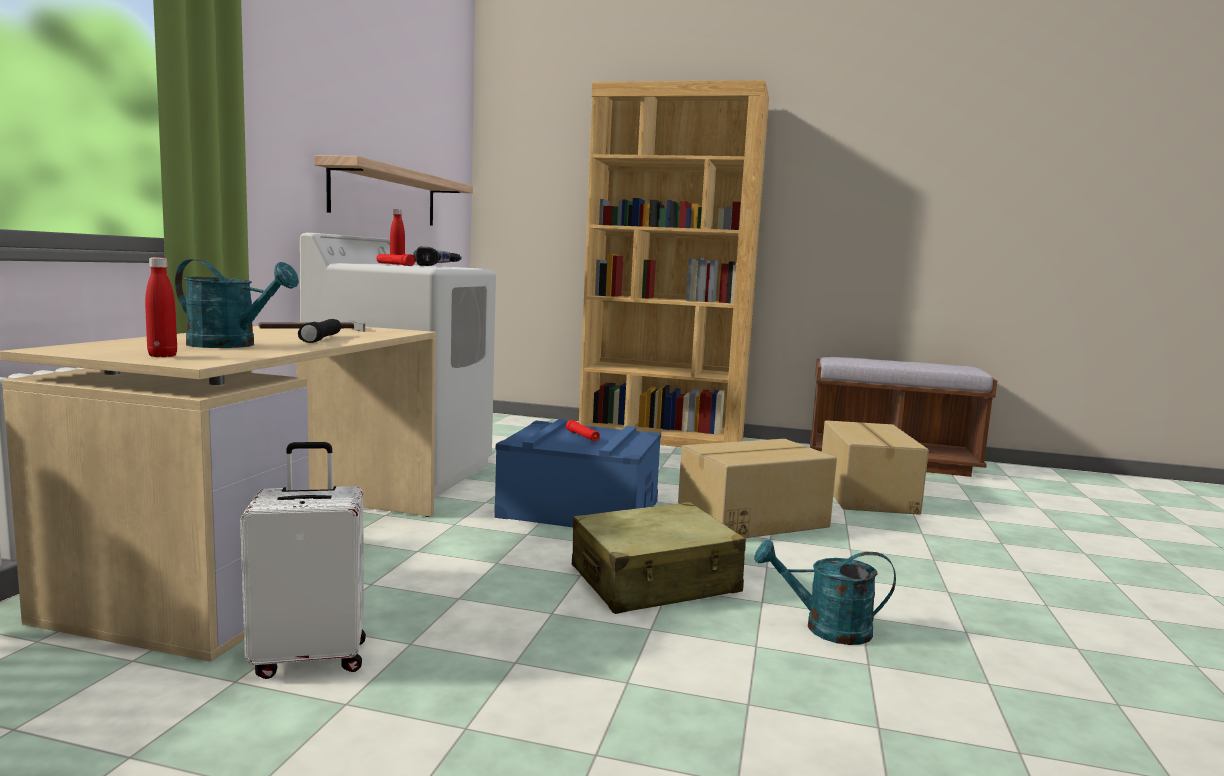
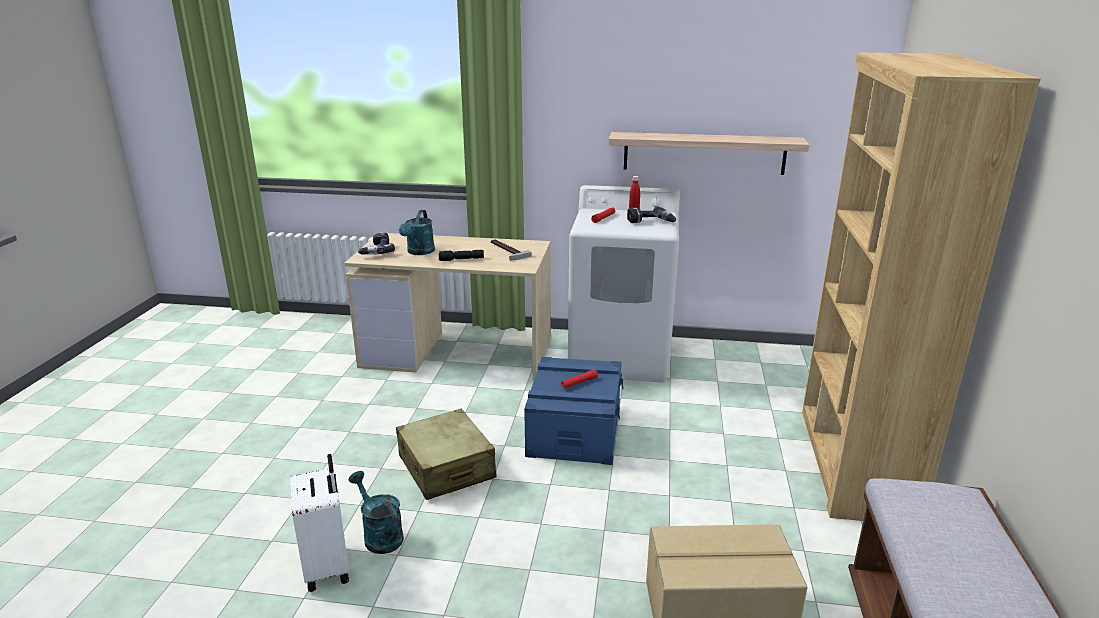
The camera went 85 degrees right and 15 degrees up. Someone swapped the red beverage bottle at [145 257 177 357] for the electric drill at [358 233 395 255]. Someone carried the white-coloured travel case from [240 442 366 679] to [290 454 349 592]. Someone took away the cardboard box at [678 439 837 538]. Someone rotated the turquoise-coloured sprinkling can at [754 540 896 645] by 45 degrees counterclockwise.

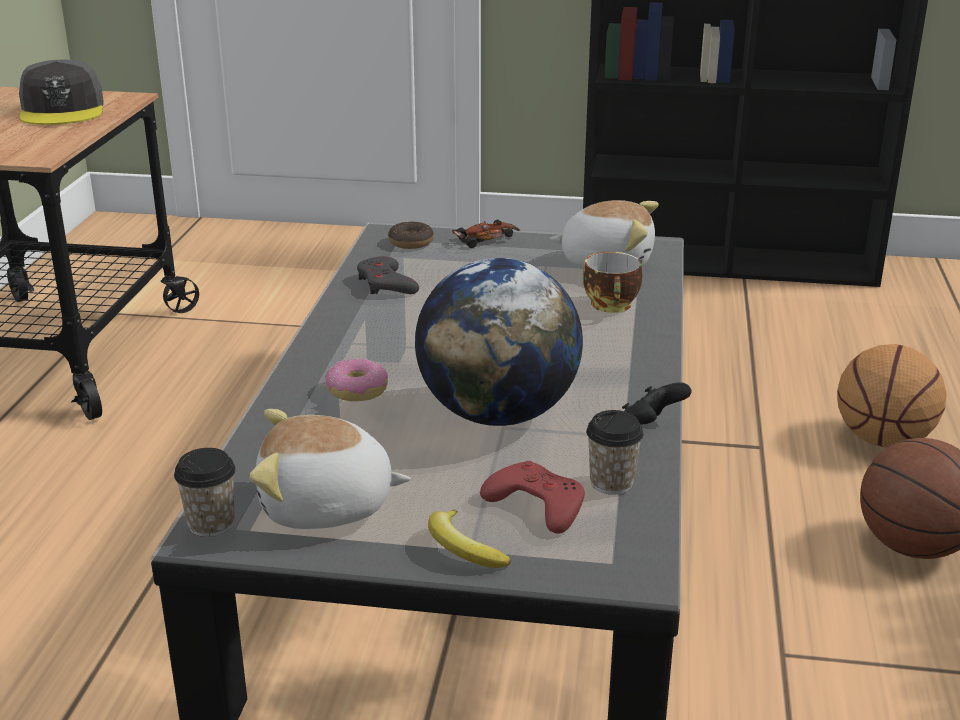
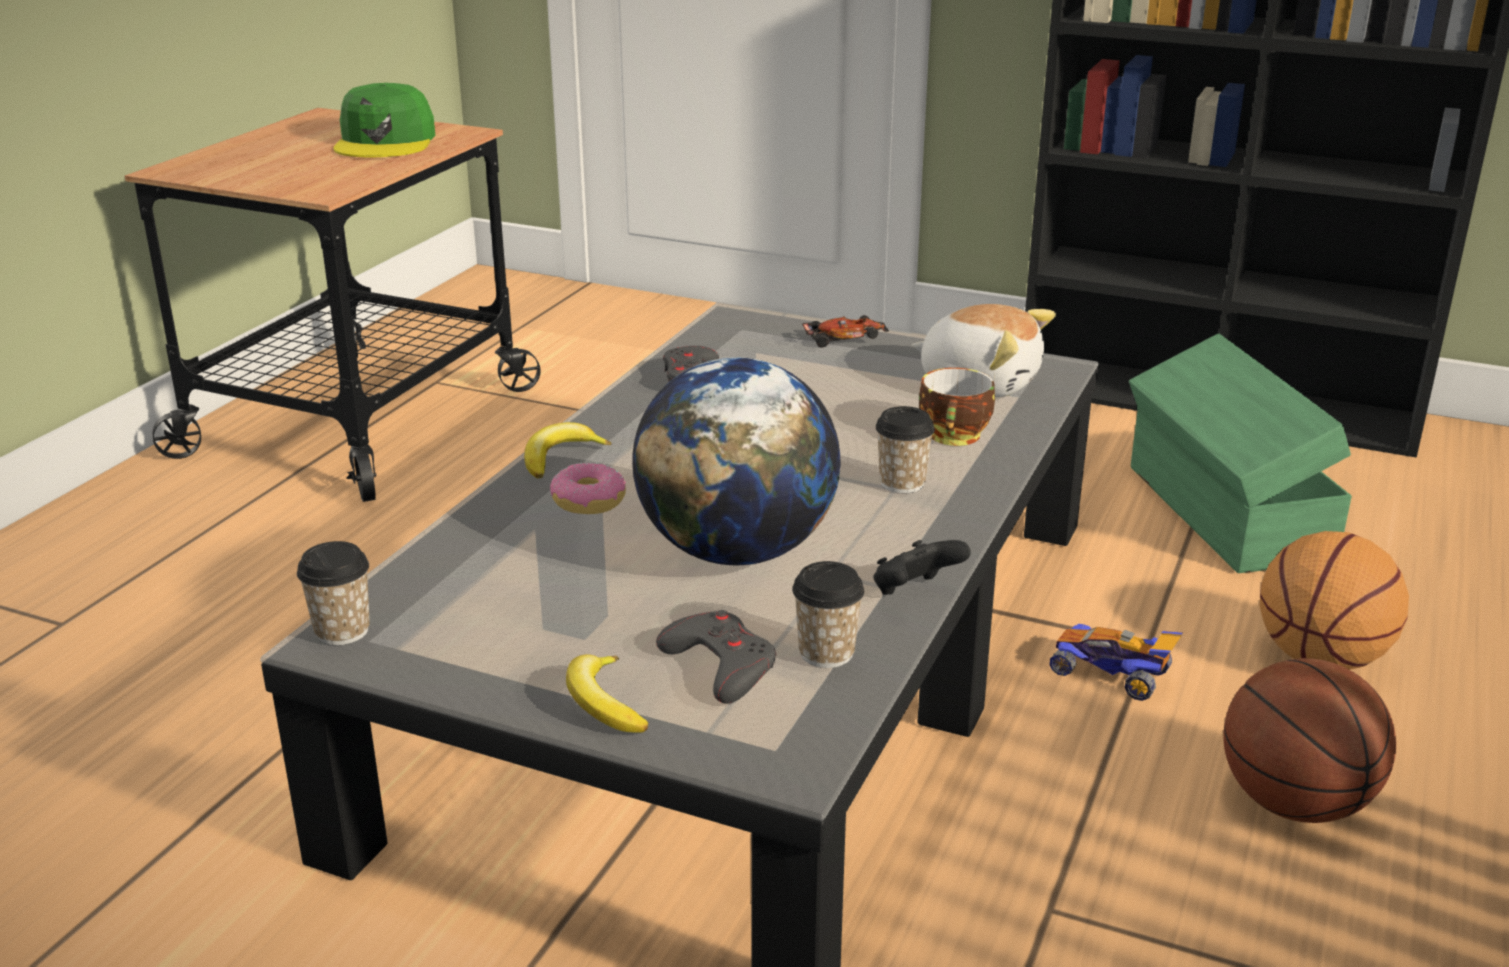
The camera went 15 degrees right and 0 degrees up. Someone repainted the greyish baseball cap at [19 60 104 125], which became the green-coloured baseball cap at [333 83 435 157]. Someone took away the plush toy at [250 409 411 529]. Someone took away the doughnut at [388 222 434 249]. Someone repainted the red gamepad at [480 461 585 534], which became the greyish gamepad at [656 610 776 704]. Someone put down the banana fruit at [524 422 612 478]. Someone put down the small cup at [875 406 935 493]. Someone put down the model car at [1050 624 1182 701]. Someone put down the green-coloured storage bin at [1129 334 1352 573].

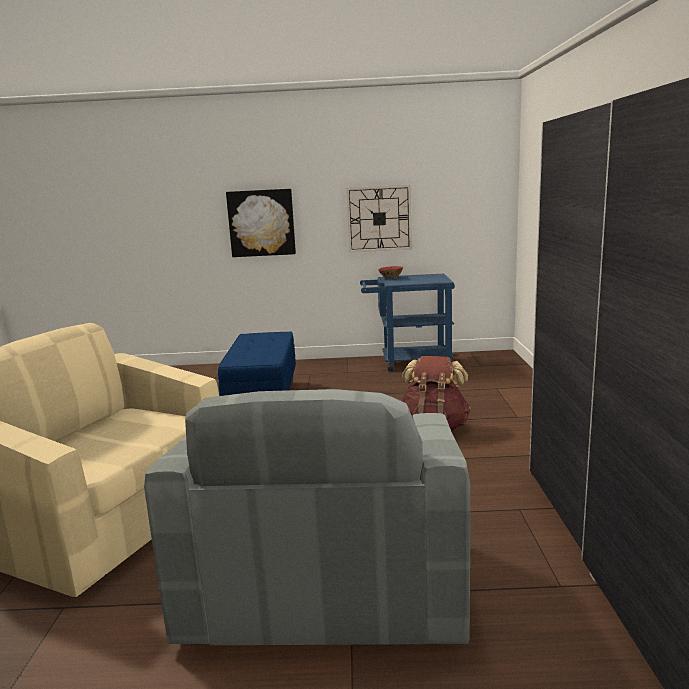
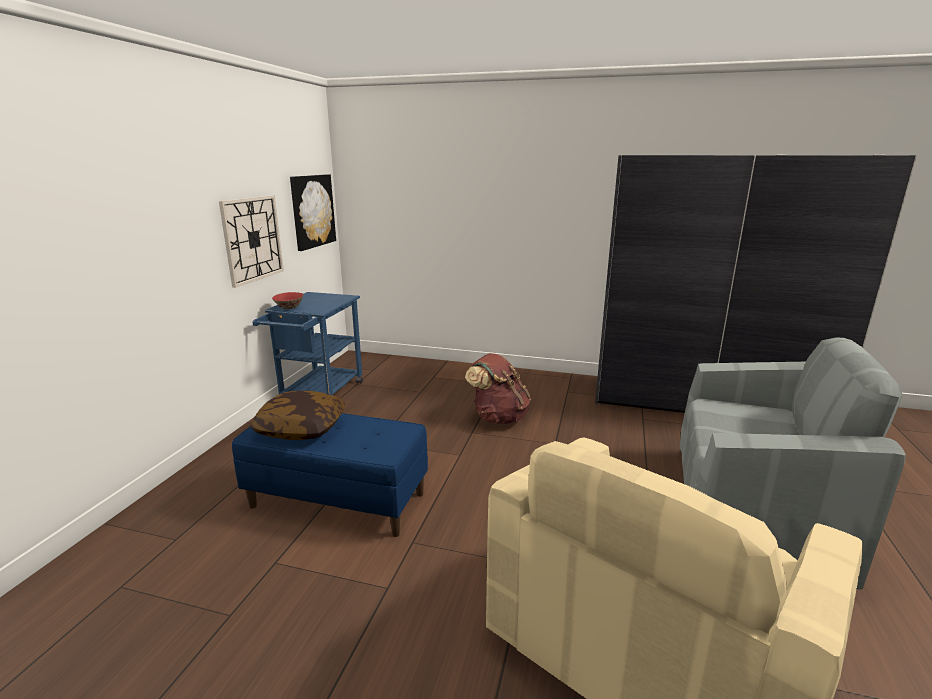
The camera went 75 degrees left and 5 degrees up. Someone carried the picture from [226 189 296 257] to [290 174 336 251]. Someone put down the cushion at [250 391 345 440].

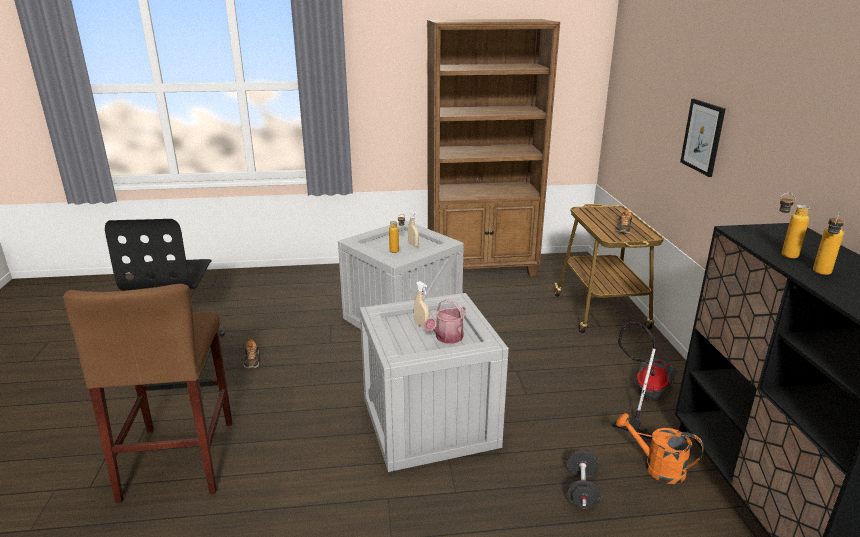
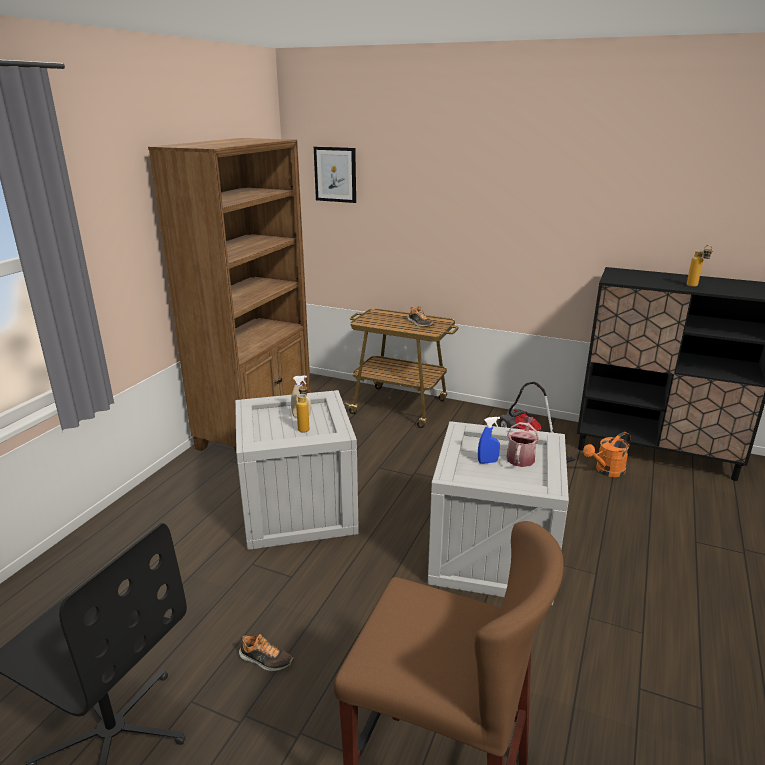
The camera went 60 degrees left and 0 degrees up. Someone repainted the beige hand sprayer at [414 281 429 328], which became the bluish hand sprayer at [478 417 500 464]. Someone rotated the sprinkling can at [424 299 466 343] by 135 degrees counterclockwise. Someone took away the black-coloured free weight at [567 451 601 509]. Someone carried the picture from [680 99 725 177] to [314 147 356 203]. Someone took away the beverage bottle at [779 193 810 258].

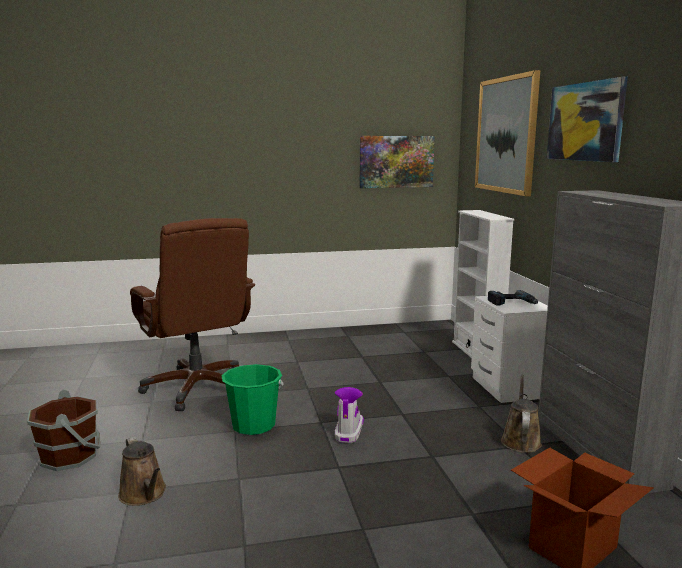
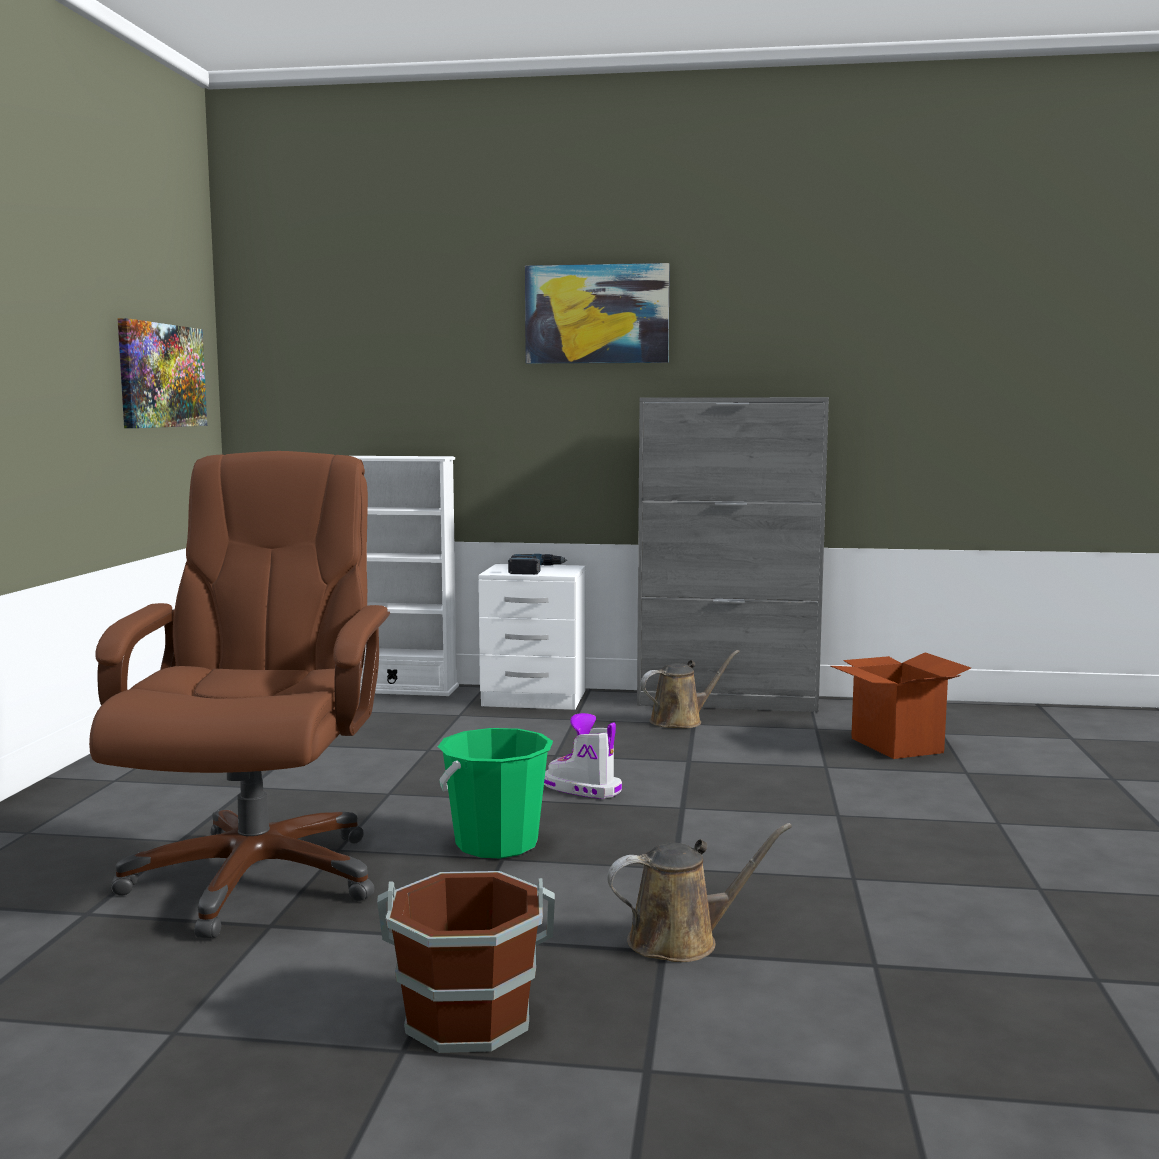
The camera went 70 degrees left and 5 degrees down. Someone rotated the brownish computer chair at [130 218 255 411] by 75 degrees counterclockwise. Someone took away the picture at [475 70 540 196]. Someone rotated the brownish sprinkling can at [501 375 542 453] by 120 degrees clockwise.

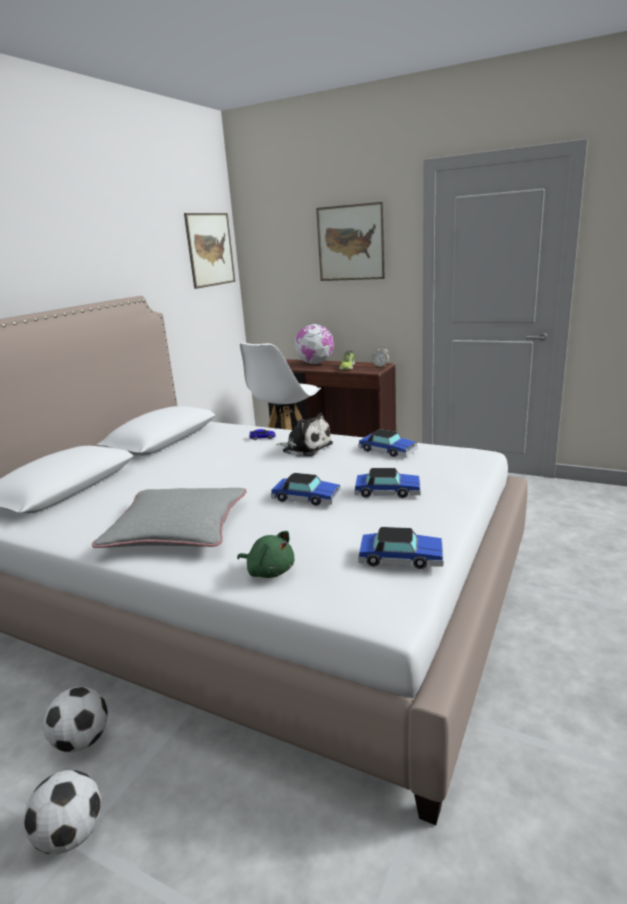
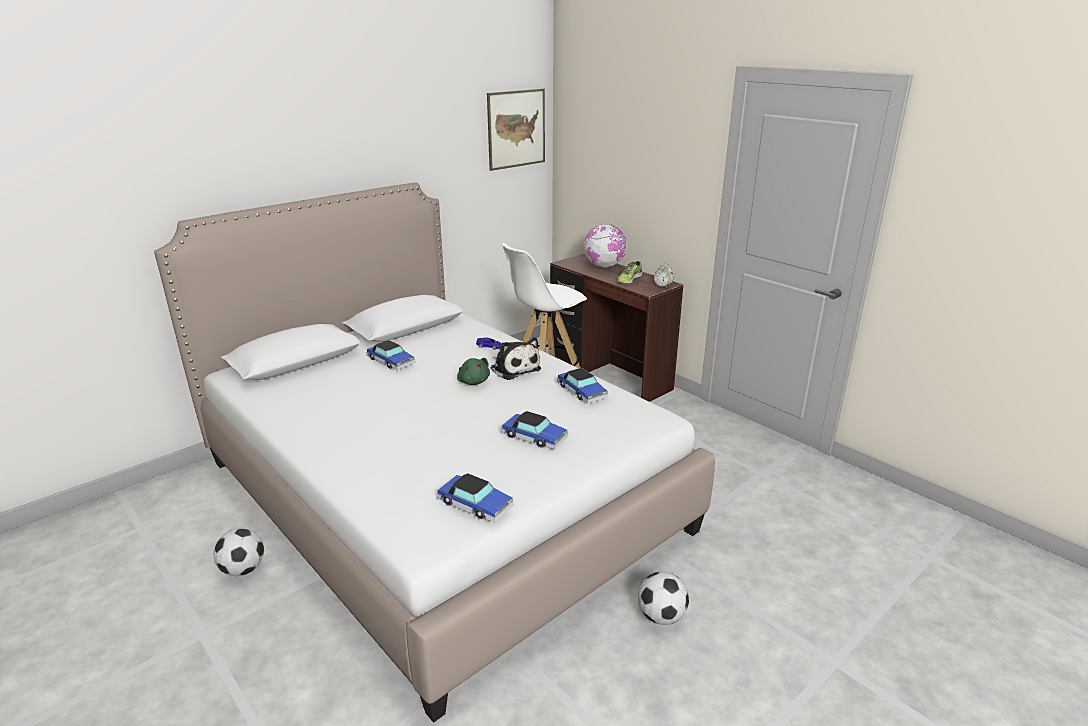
The camera went 20 degrees right and 5 degrees up. Someone carried the football ball from [24 770 101 854] to [638 572 689 625]. Someone took away the greyish cushion at [92 488 247 548]. Someone carried the green-coloured plush toy from [237 531 294 578] to [457 358 490 385]. Someone carried the model car from [271 473 341 506] to [366 340 415 370]. Someone took away the picture at [316 202 385 281].

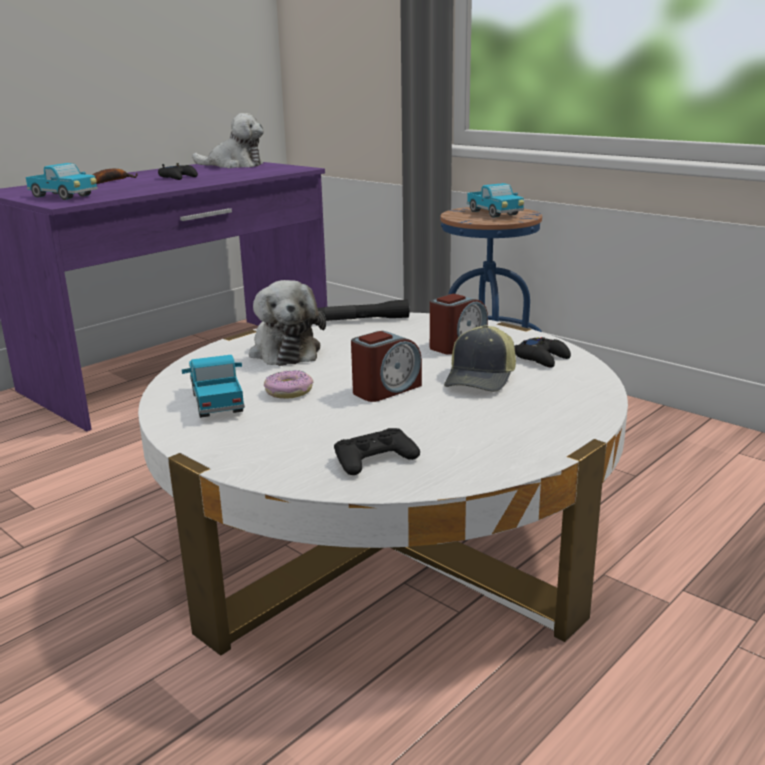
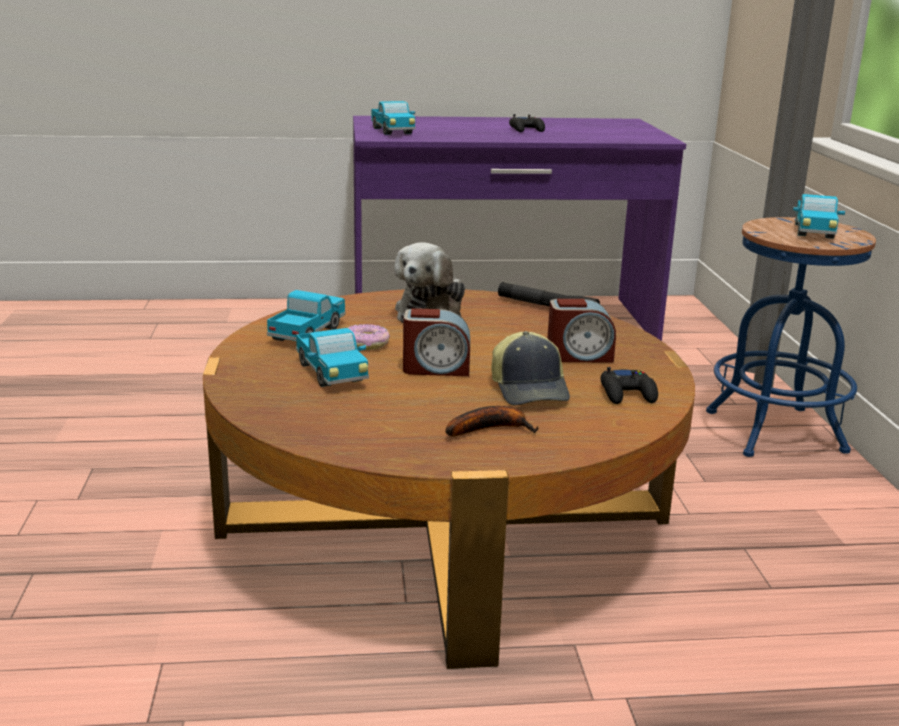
The camera went 40 degrees right and 0 degrees up. Someone carried the banana fruit from [92 169 138 184] to [445 406 539 437]. Someone repainted the white-coloured coffee table at [138 313 628 656], which became the brownish coffee table at [203 289 695 669]. Someone took away the plush toy at [192 113 263 168]. Someone took away the black-coloured gamepad at [334 428 420 475]. Someone rotated the baseball cap at [444 325 516 392] by 75 degrees counterclockwise. Someone put down the toy truck at [296 328 369 387].

